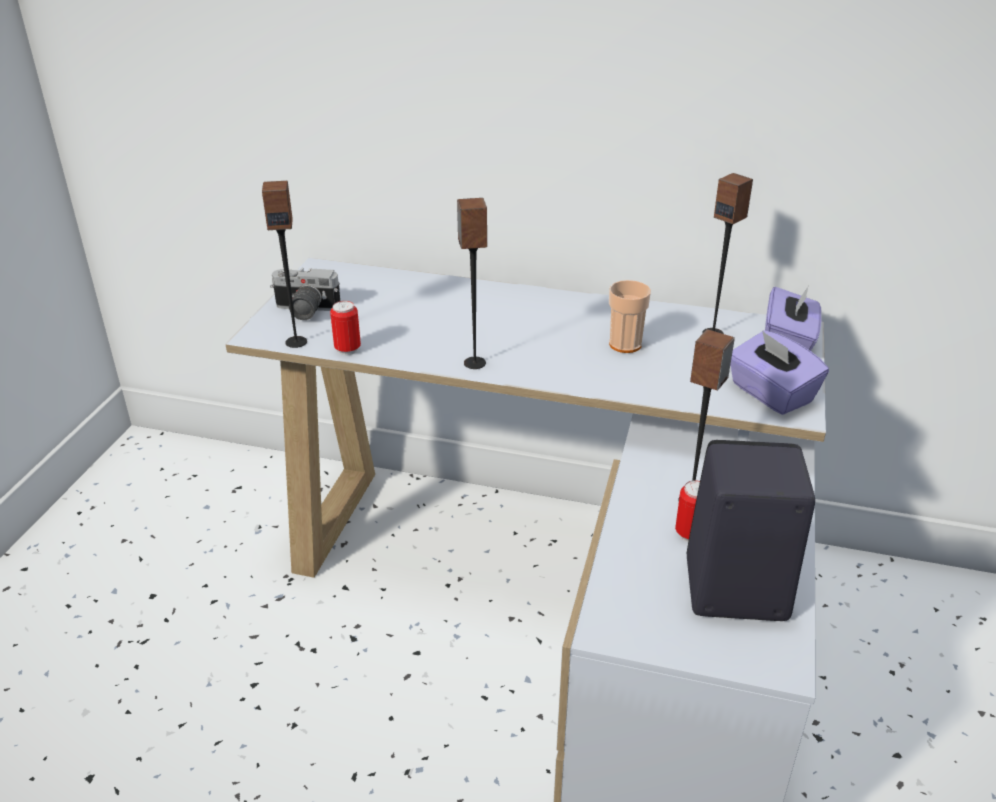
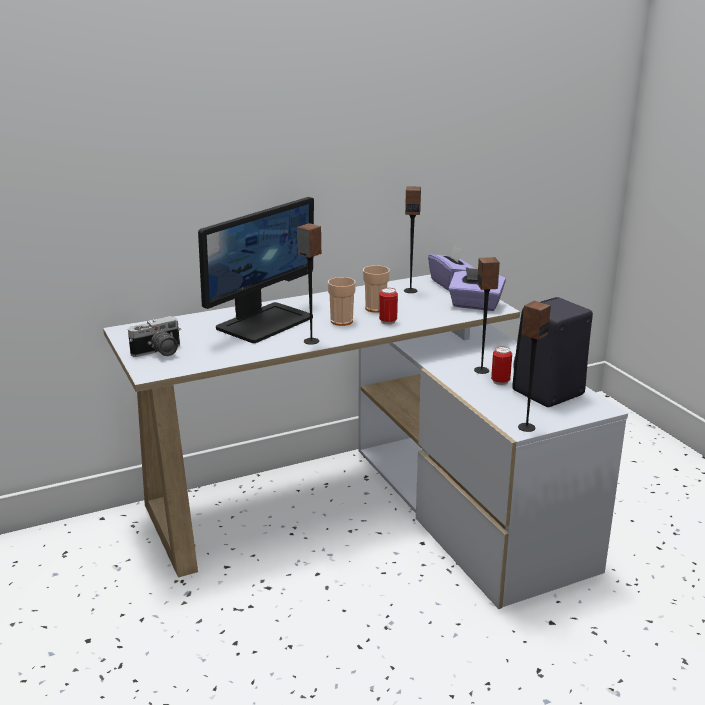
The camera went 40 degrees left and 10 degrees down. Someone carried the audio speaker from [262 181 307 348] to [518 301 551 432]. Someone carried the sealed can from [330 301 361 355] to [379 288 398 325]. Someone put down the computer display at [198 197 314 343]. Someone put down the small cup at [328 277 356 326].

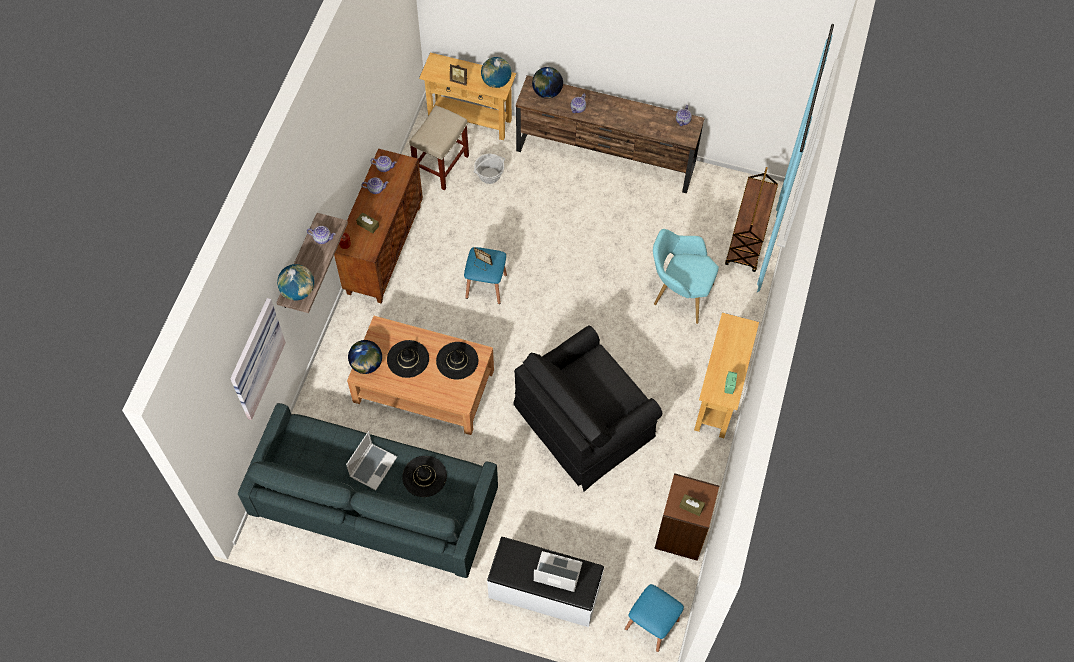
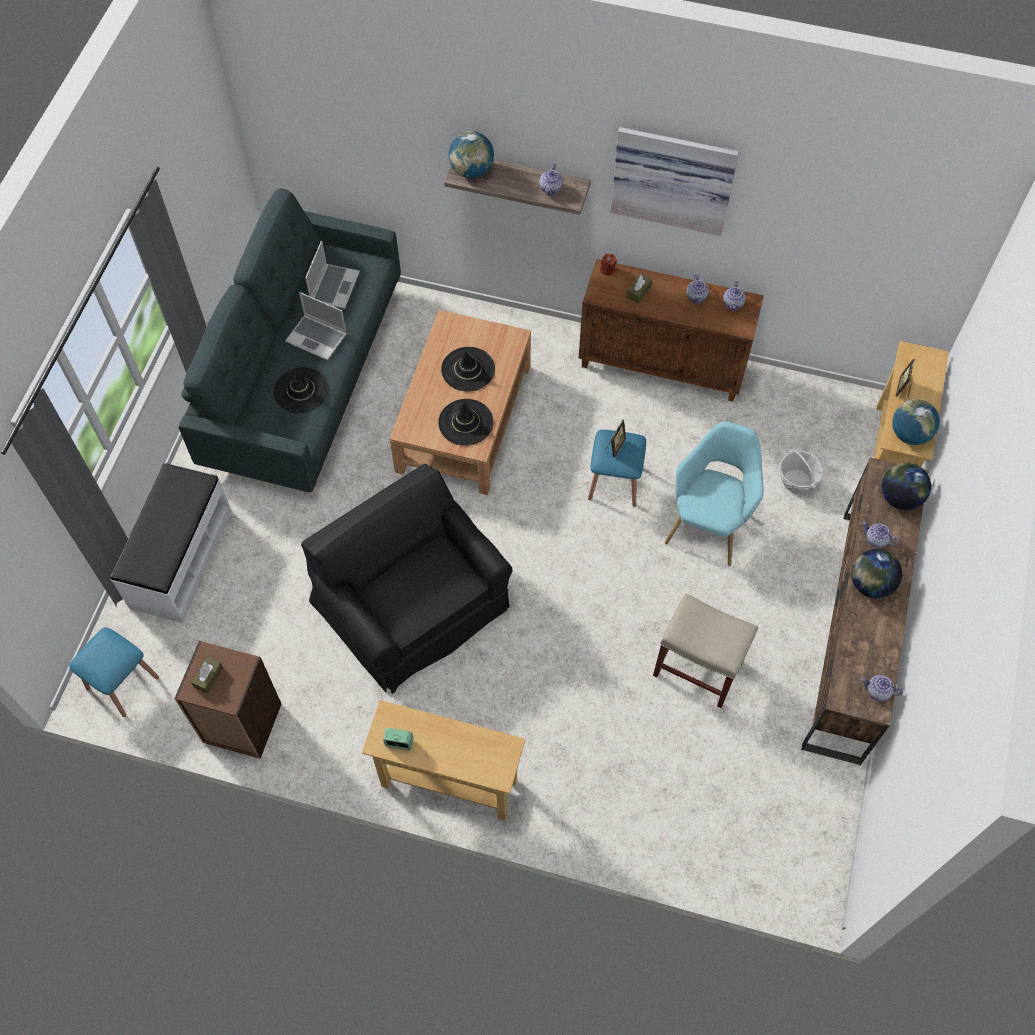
The camera went 90 degrees right and 0 degrees up. Someone carried the picture from [230 298 286 420] to [611 127 739 236]. Someone carried the desk globe from [348 340 382 374] to [851 549 902 599]. Someone carried the beige sitting stool from [409 105 469 191] to [653 594 758 708]. Someone carried the notebook computer from [534 551 583 592] to [305 241 360 309]. Someone carried the turquoise-coloured easy chair from [653 229 719 324] to [665 421 764 566]. Someone took away the brownish wheeled cart at [725 167 778 272].

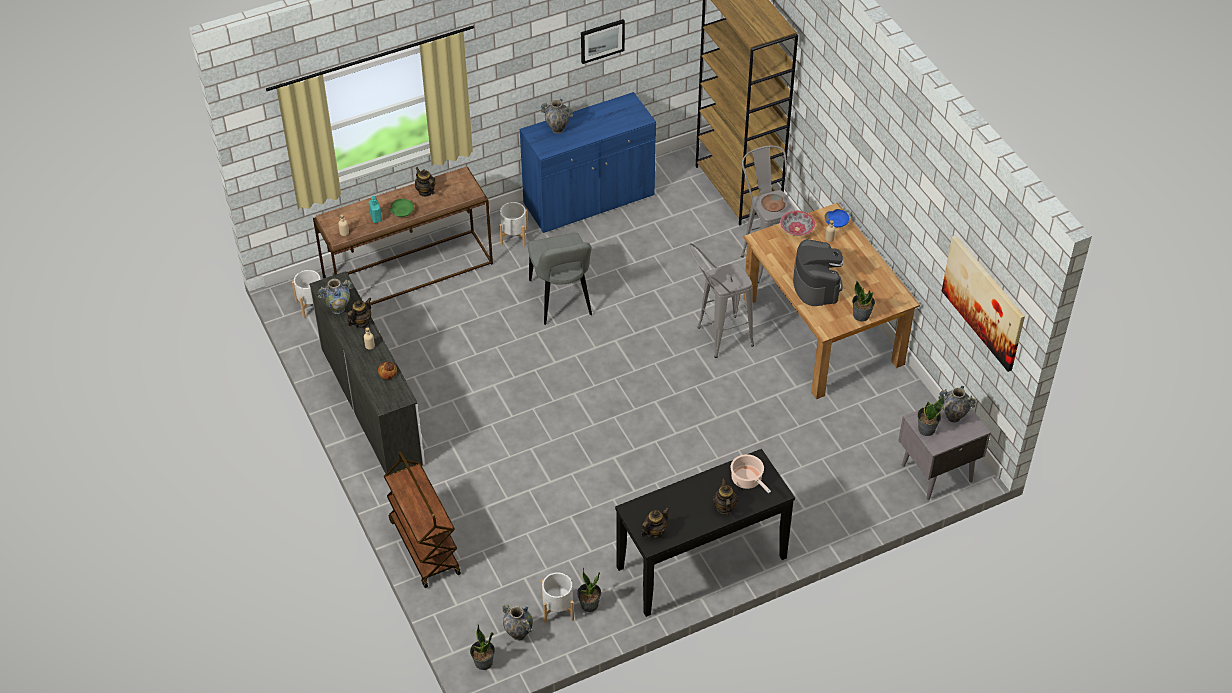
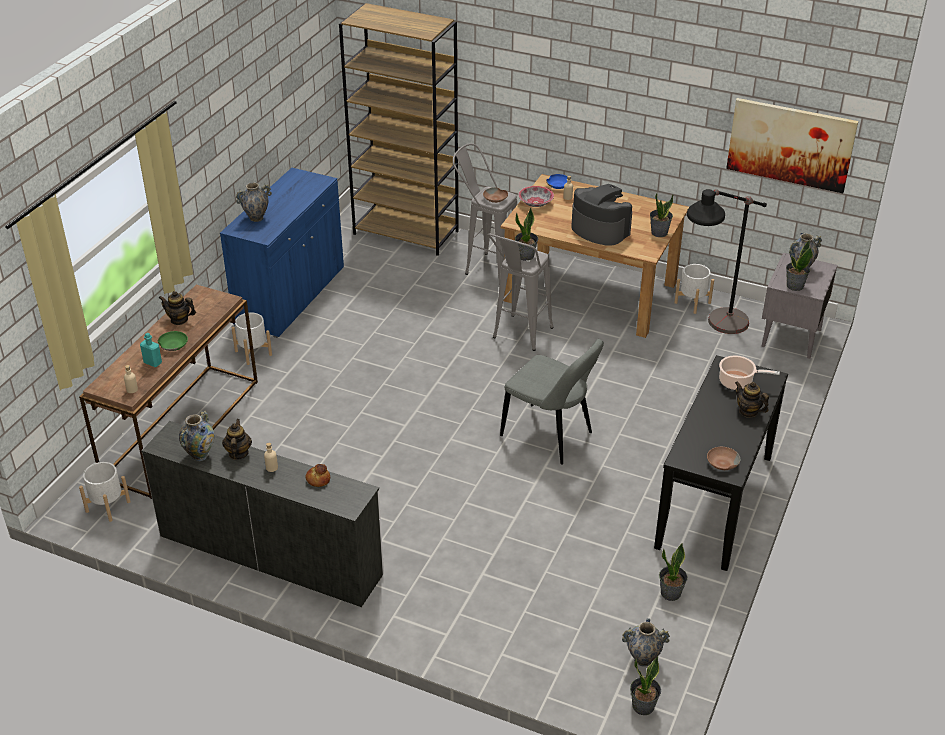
The camera went 40 degrees left and 10 degrees down. Someone took away the brownish wheeled cart at [384 451 461 588]. Someone carried the greyish upright chair from [528 233 592 325] to [500 339 604 465]. Someone carried the white-coloured plant pot from [542 572 574 623] to [674 264 714 314]. Someone took away the picture at [581 19 625 64]. Someone swapped the tea pot at [641 507 670 538] for the brownish bowl at [707 447 741 470]. Someone put down the potted plant at [515 208 538 261]. Someone put down the black-coloured floor lamp at [687 189 767 334].

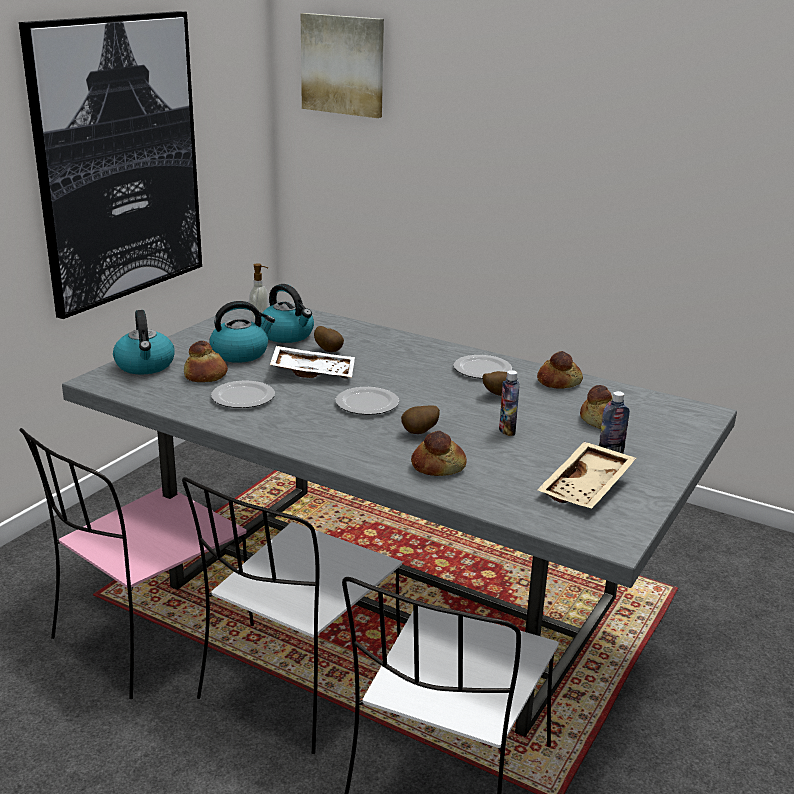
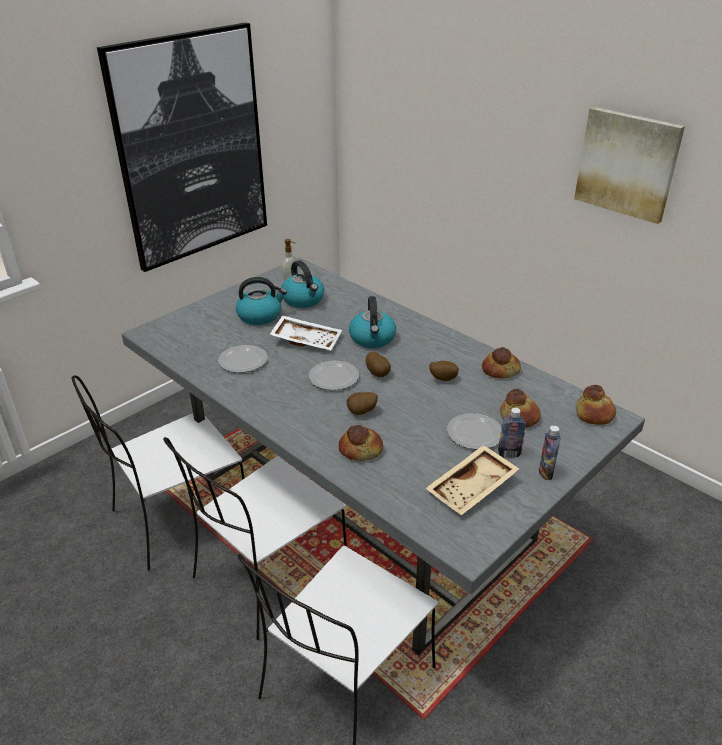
The camera went 15 degrees right and 10 degrees up. Someone repainted the pinkish upright chair at [19 428 254 699], which became the white-coloured upright chair at [71 375 245 571]. Someone carried the water kettle from [113 310 175 375] to [349 296 396 348]. Someone carried the bread from [184 341 228 382] to [576 385 616 425]. Someone carried the picture from [301 13 384 118] to [574 107 685 224]. Someone carried the potato from [314 326 344 352] to [366 351 391 377]. Someone carried the plate from [454 355 512 379] to [447 413 502 450]. Someone carried the beverage bottle from [499 370 520 436] to [539 425 560 480].

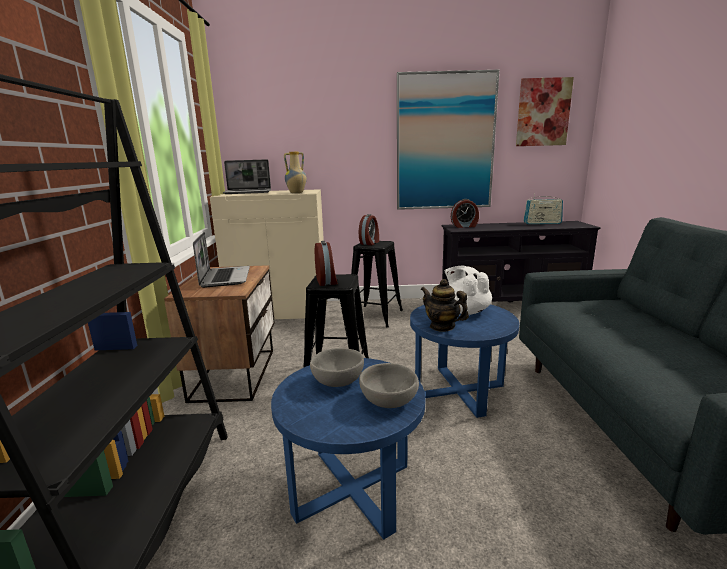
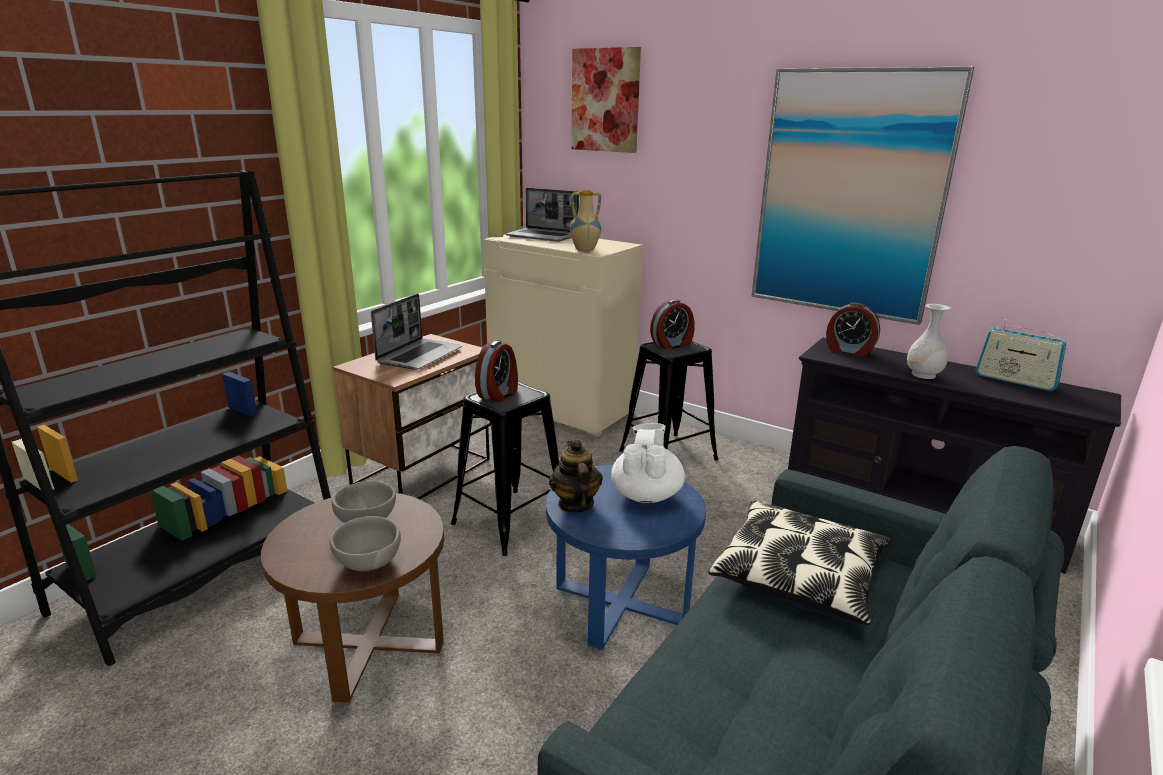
The camera went 35 degrees right and 5 degrees up. Someone repainted the bluish end table at [271 358 425 540], which became the brownish end table at [261 493 444 703]. Someone carried the picture from [516 77 574 146] to [571 47 641 153]. Someone put down the cushion at [708 501 890 625]. Someone put down the white-coloured vase at [907 304 951 379].

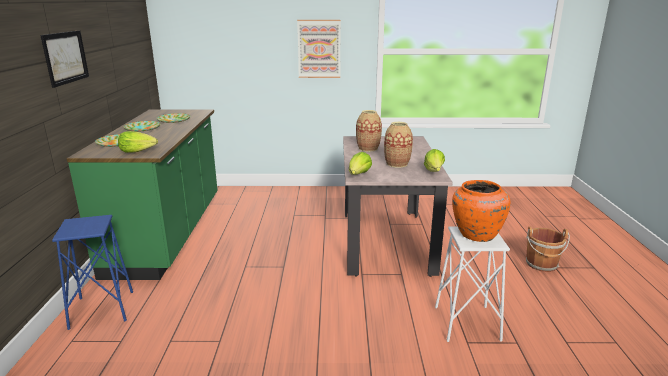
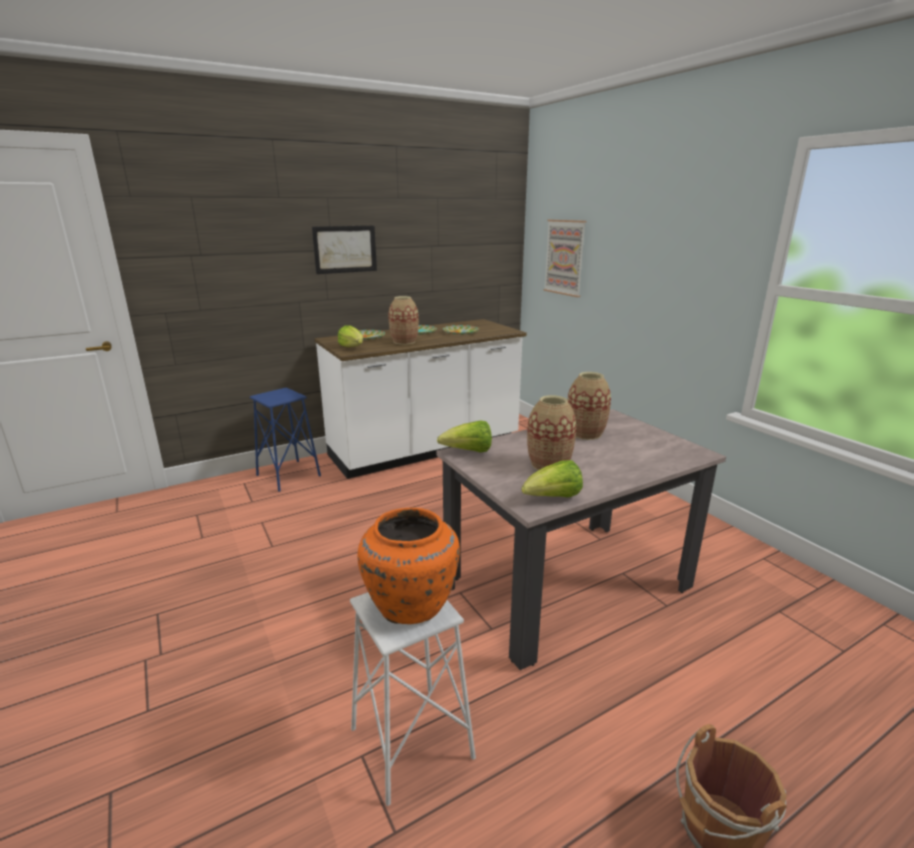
The camera went 60 degrees right and 0 degrees up. Someone repainted the green-coloured kitchen base unit at [67 109 218 280], which became the white-coloured kitchen base unit at [314 319 527 479]. Someone carried the picture from [297 20 341 78] to [543 220 586 297]. Someone put down the vase at [388 296 419 345].

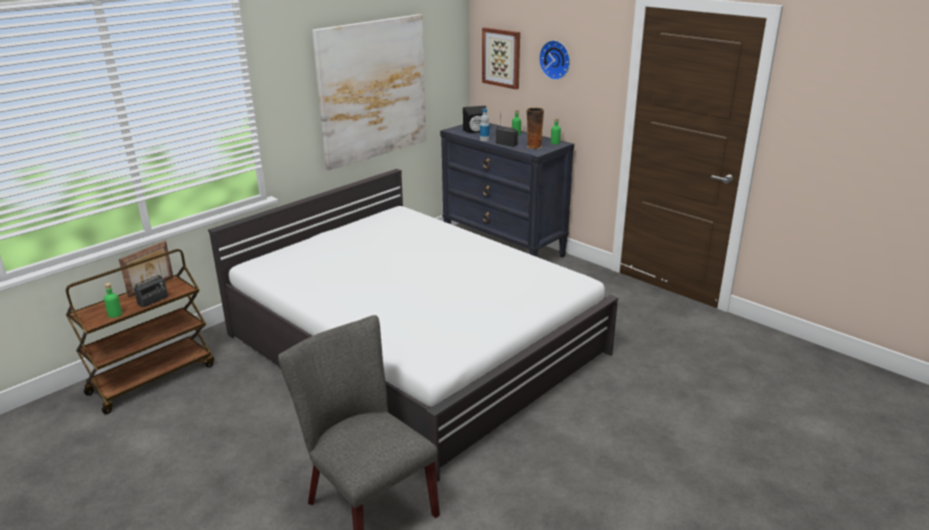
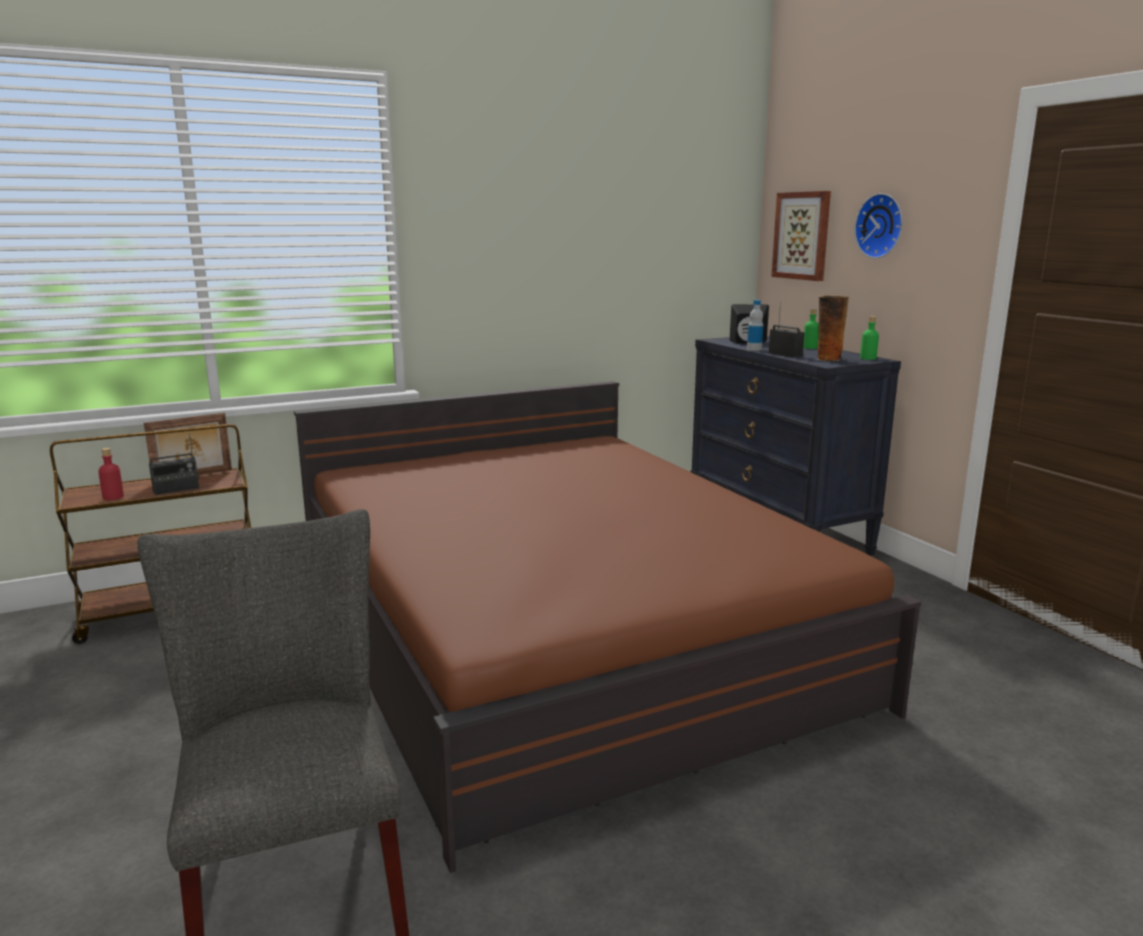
The camera went 20 degrees right and 10 degrees down. Someone repainted the green-coloured beverage bottle at [104 283 122 318], which became the red beverage bottle at [98 448 124 500]. Someone repainted the white-coloured sleeping bed at [208 169 618 482], which became the brownish sleeping bed at [294 381 921 873]. Someone took away the picture at [312 14 426 170].

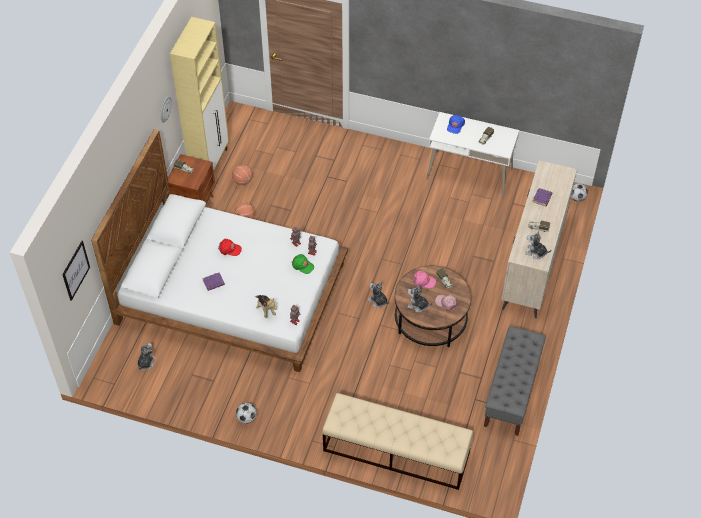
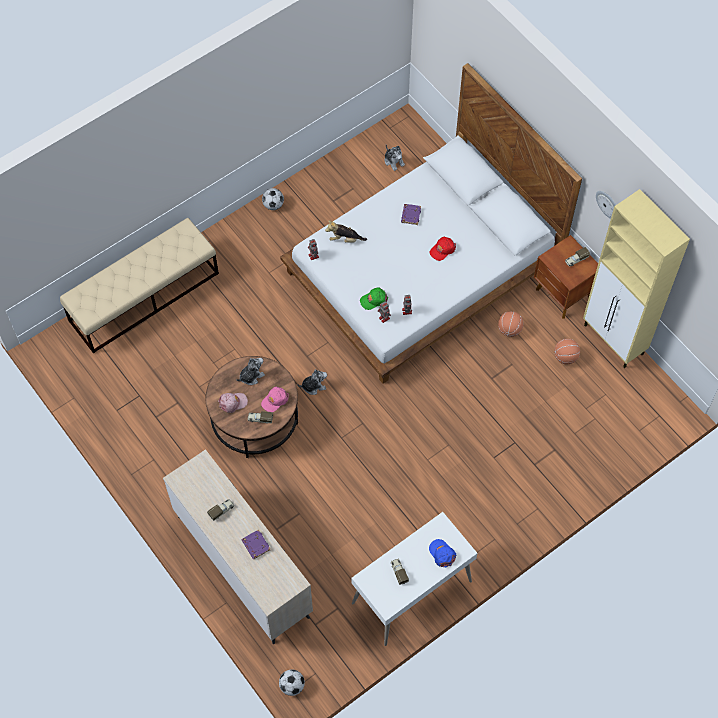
The camera went 125 degrees right and 10 degrees up. Someone took away the picture at [62 241 90 301]. Someone took away the greyish long seat at [484 326 546 436]. Someone took away the plush toy at [525 231 552 259].

